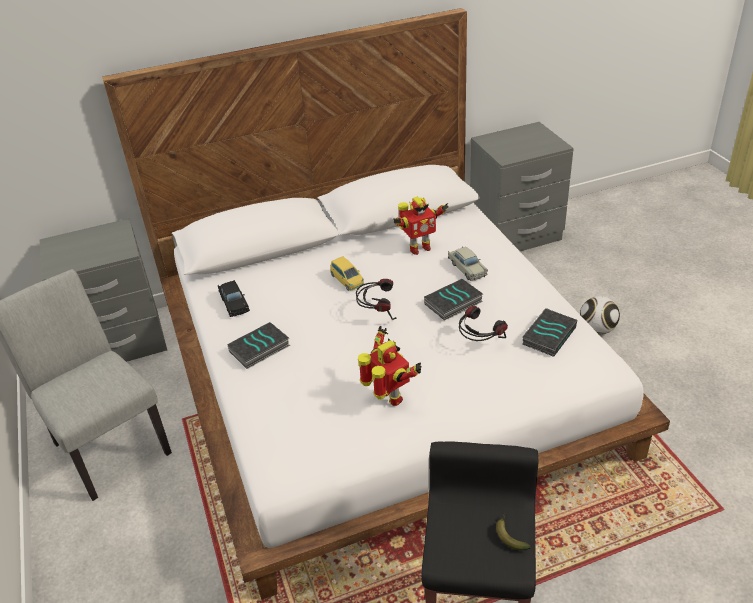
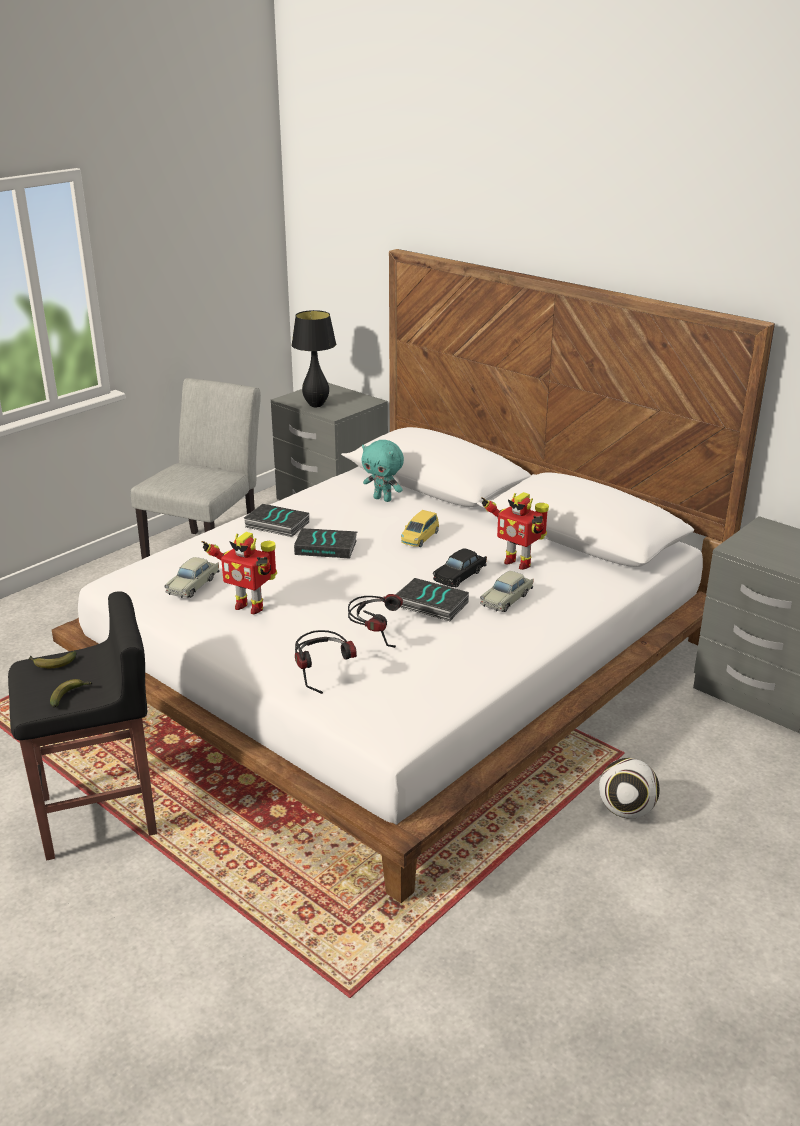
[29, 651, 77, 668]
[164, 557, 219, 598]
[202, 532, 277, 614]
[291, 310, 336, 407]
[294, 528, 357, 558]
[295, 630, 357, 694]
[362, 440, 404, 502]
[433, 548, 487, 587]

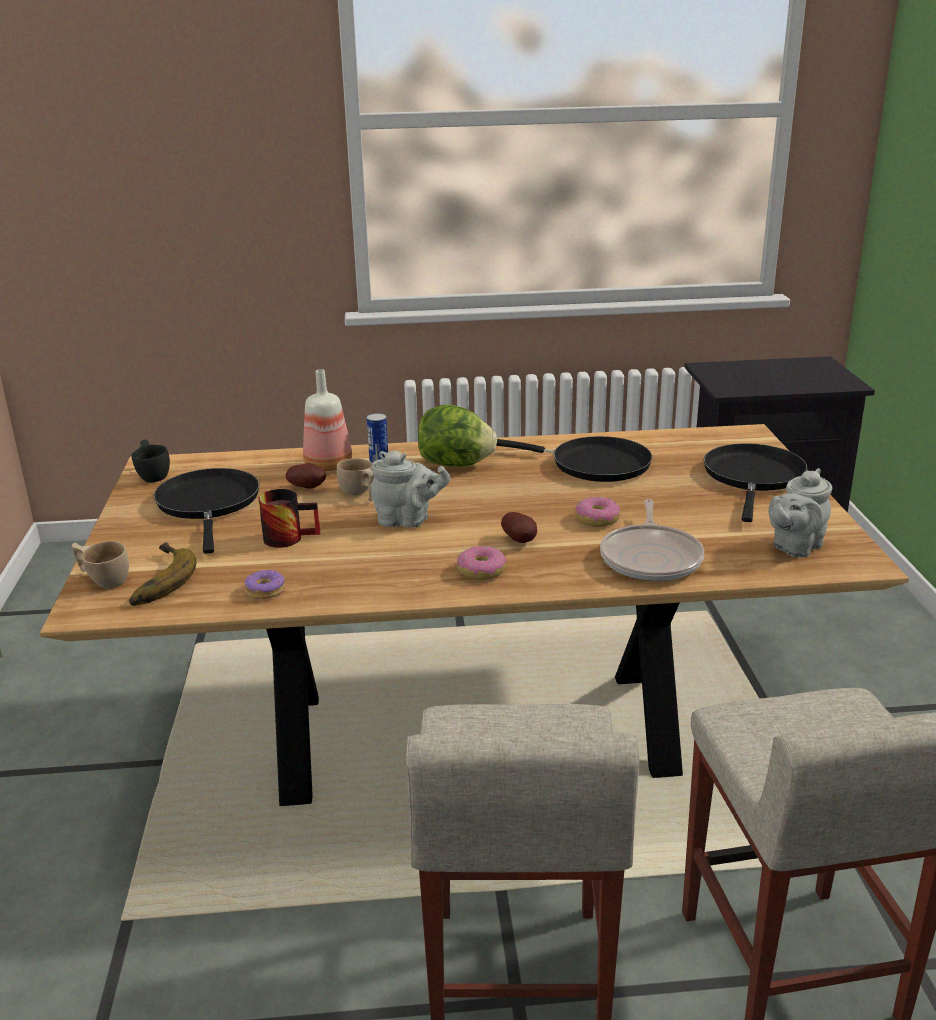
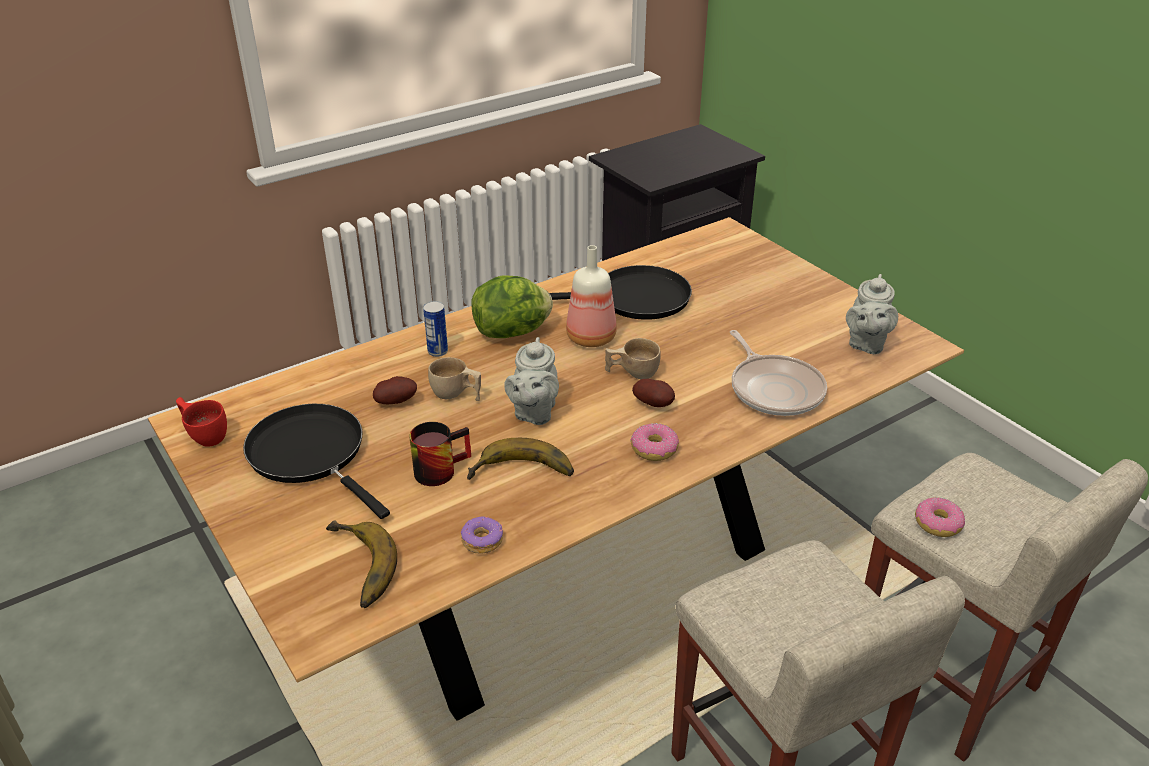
[176, 397, 227, 447]
[467, 438, 574, 480]
[504, 337, 559, 425]
[566, 245, 617, 347]
[605, 338, 661, 379]
[915, 497, 965, 537]
[704, 443, 807, 522] (first image)

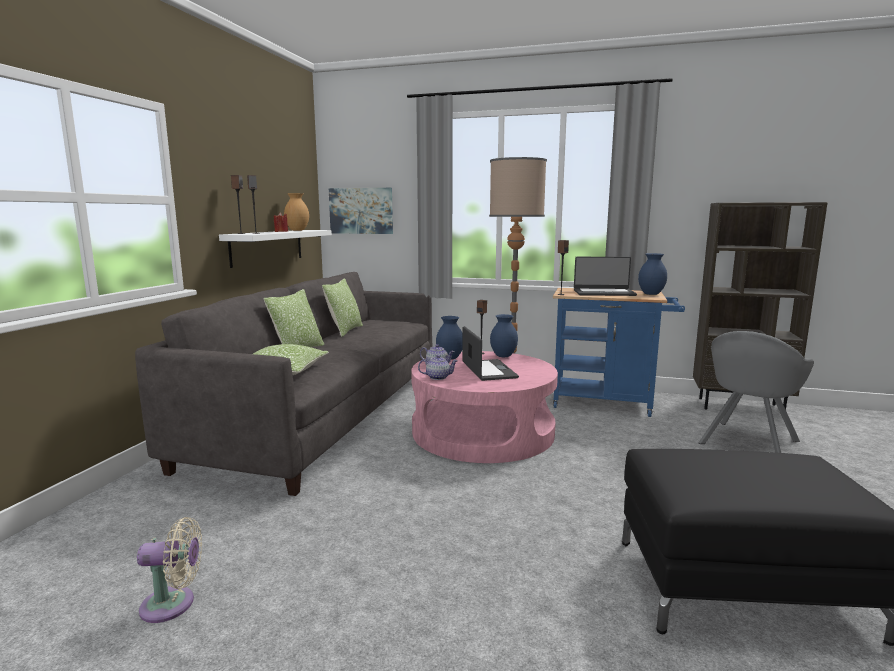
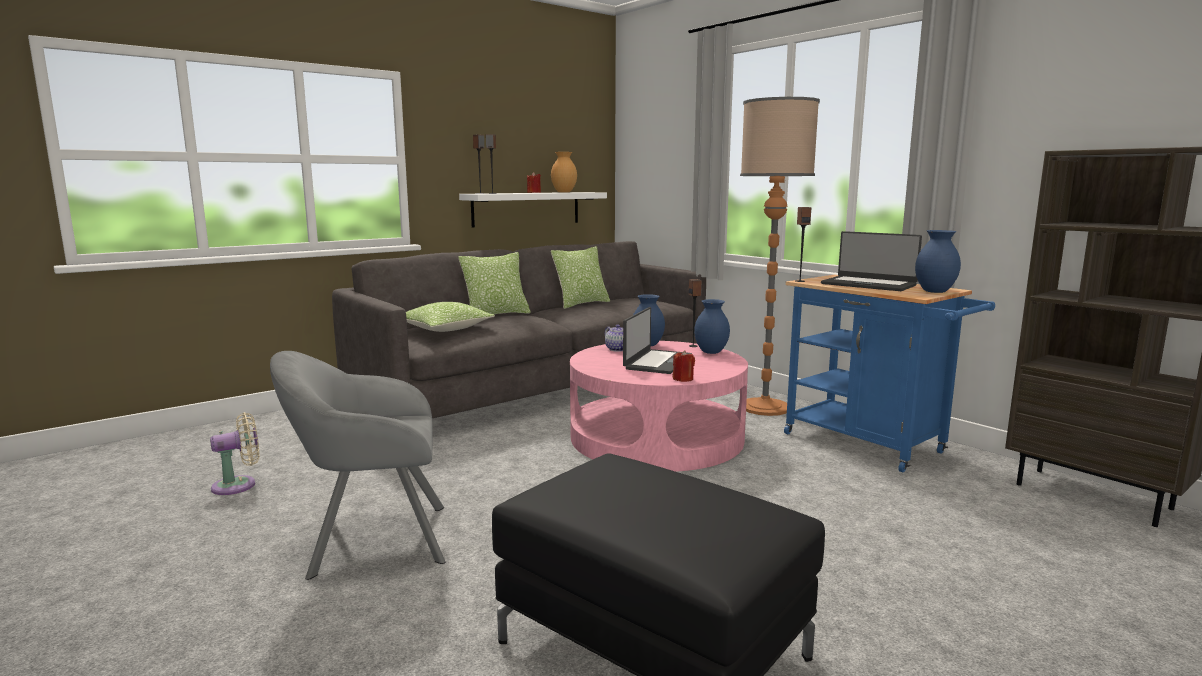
[210, 412, 260, 495]
[270, 351, 445, 580]
[673, 350, 695, 382]
[329, 188, 393, 234] (first image)
[418, 355, 458, 380] (first image)

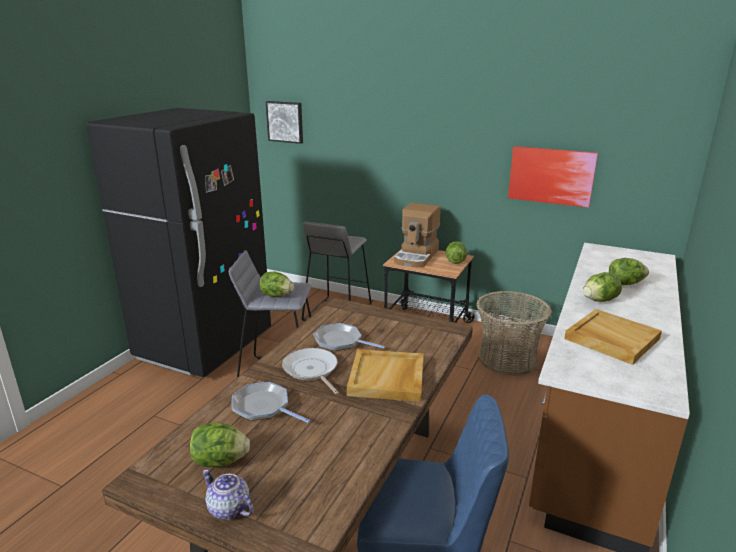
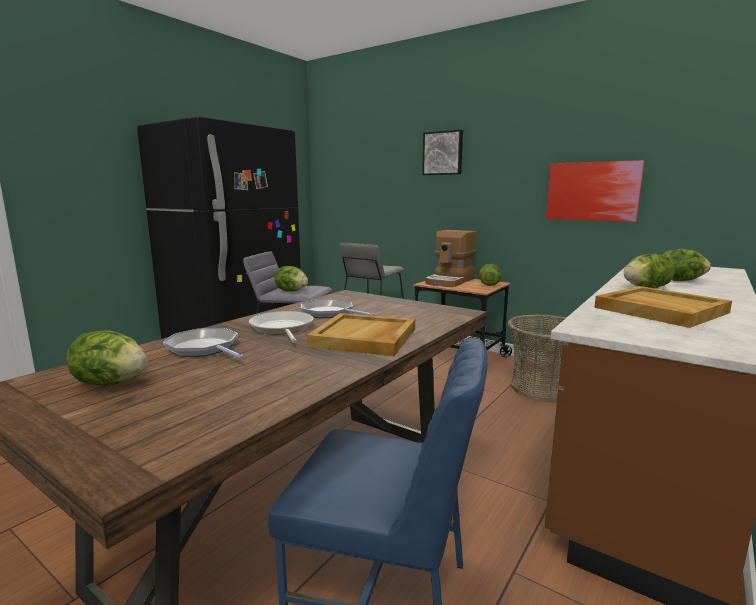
[422, 130, 463, 175]
[202, 470, 254, 520] (first image)

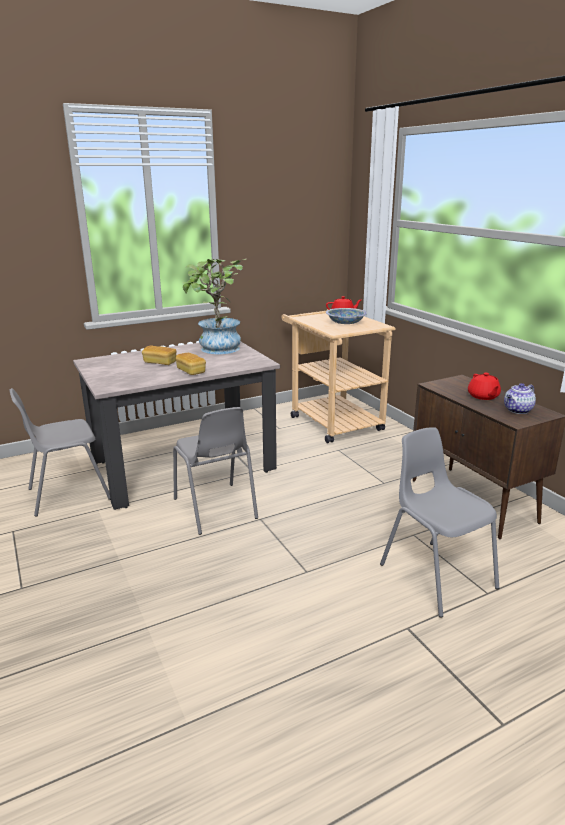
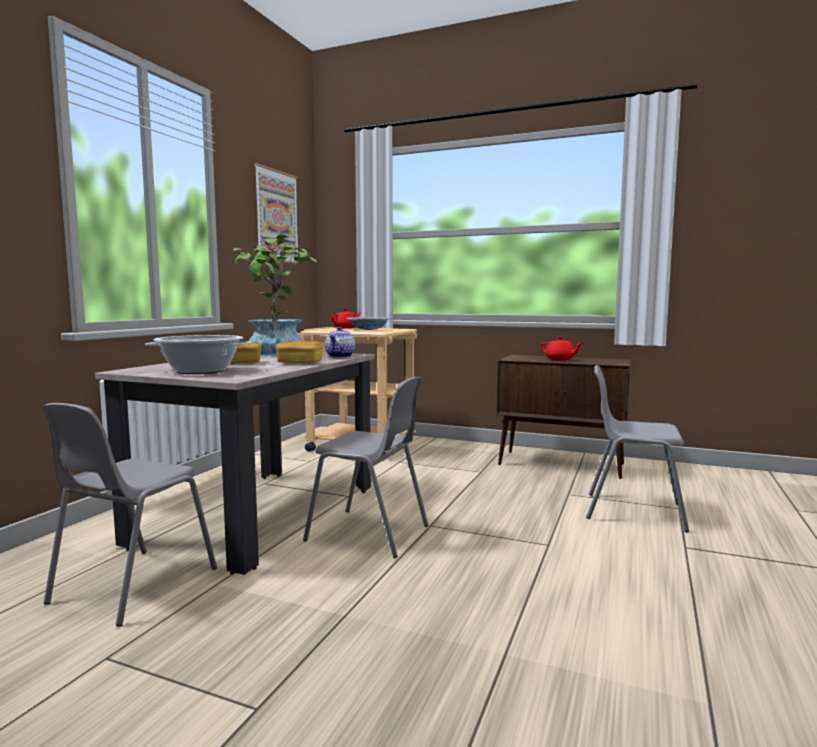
[145, 335, 252, 374]
[254, 163, 299, 264]
[325, 327, 355, 358]

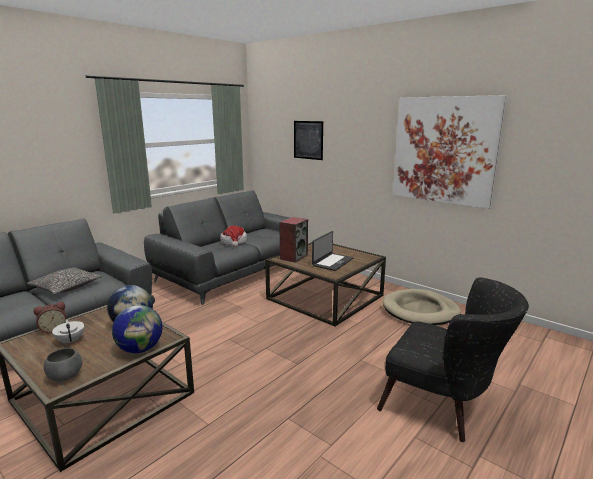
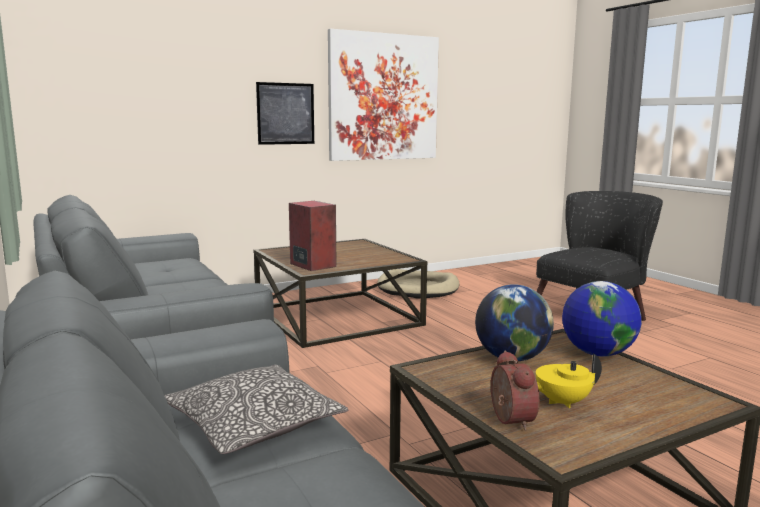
[256, 82, 314, 145]
[536, 353, 602, 408]
[44, 348, 82, 382] (first image)
[220, 226, 247, 248] (first image)
[312, 231, 354, 271] (first image)

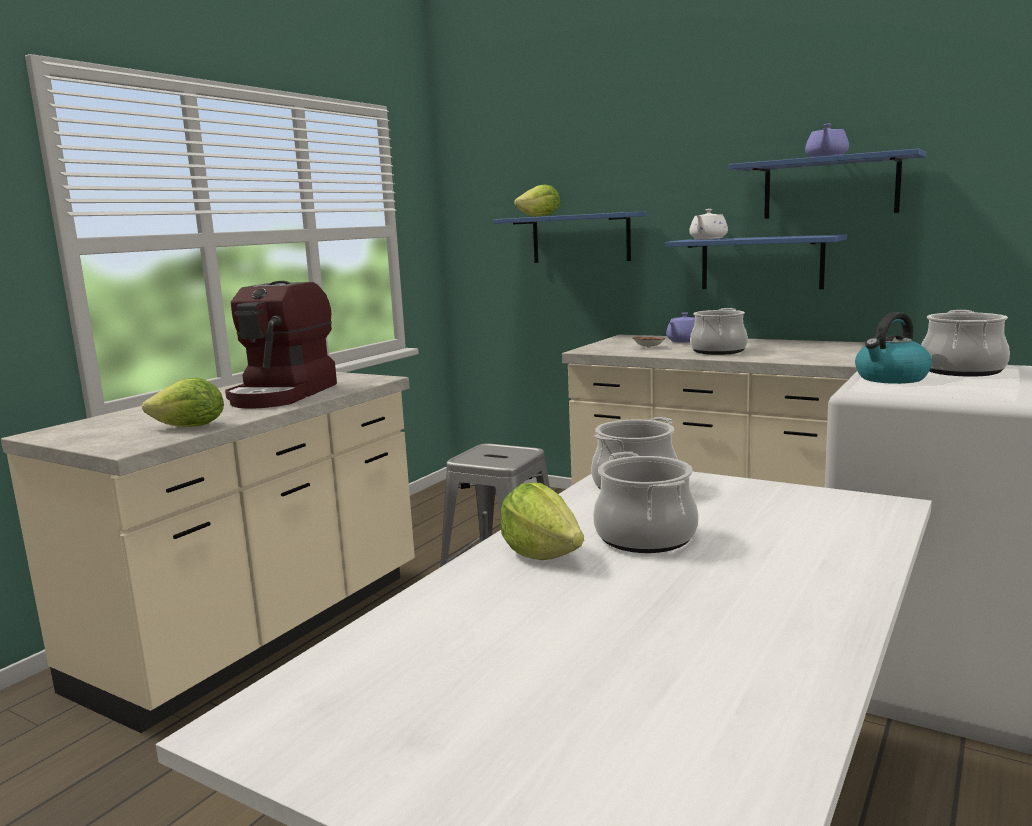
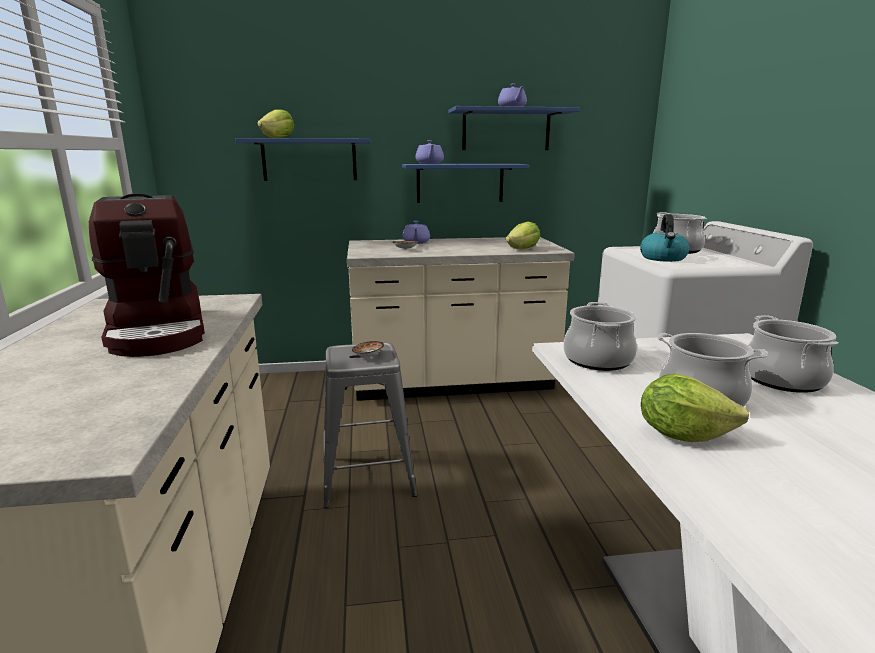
[352, 341, 384, 357]
[415, 140, 444, 164]
[506, 222, 540, 249]
[748, 315, 839, 393]

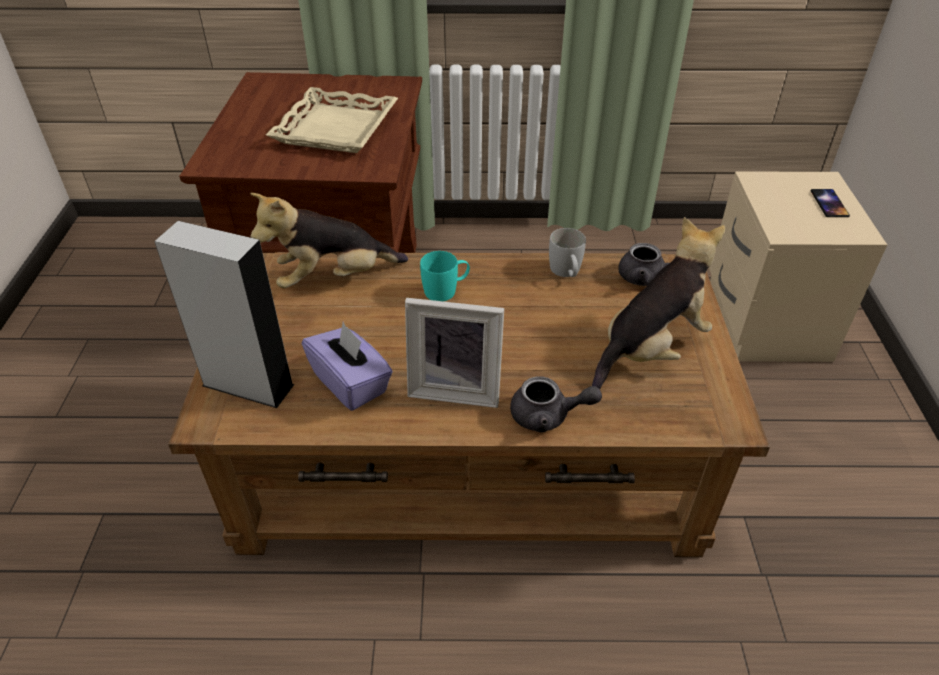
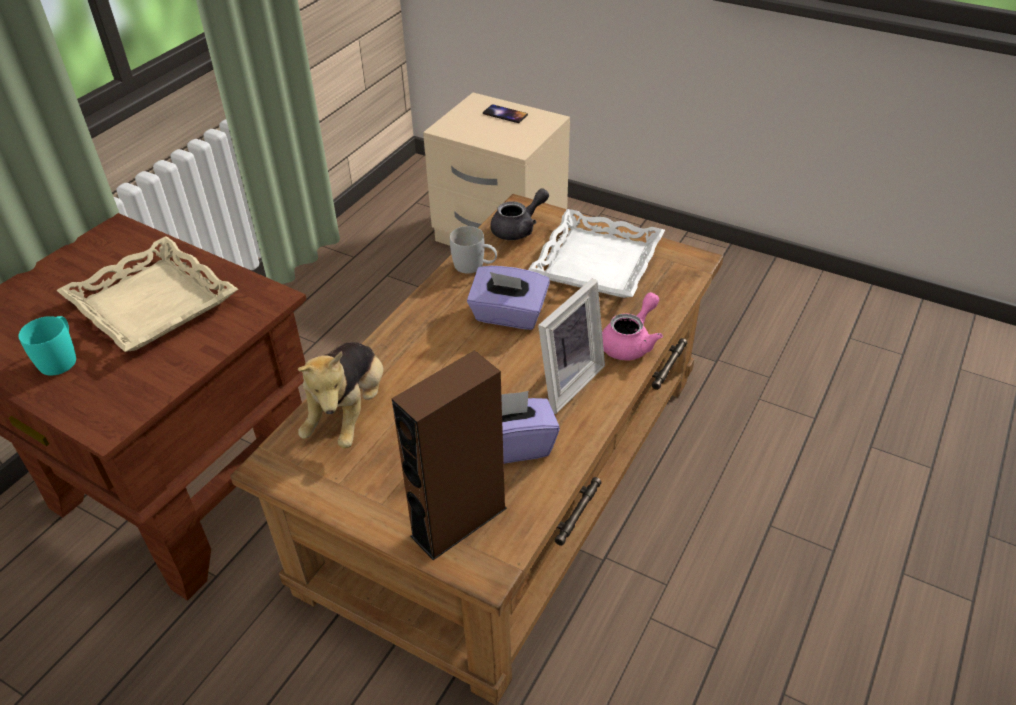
[19, 316, 76, 376]
[392, 350, 507, 560]
[467, 266, 550, 330]
[528, 209, 665, 298]
[602, 292, 663, 361]

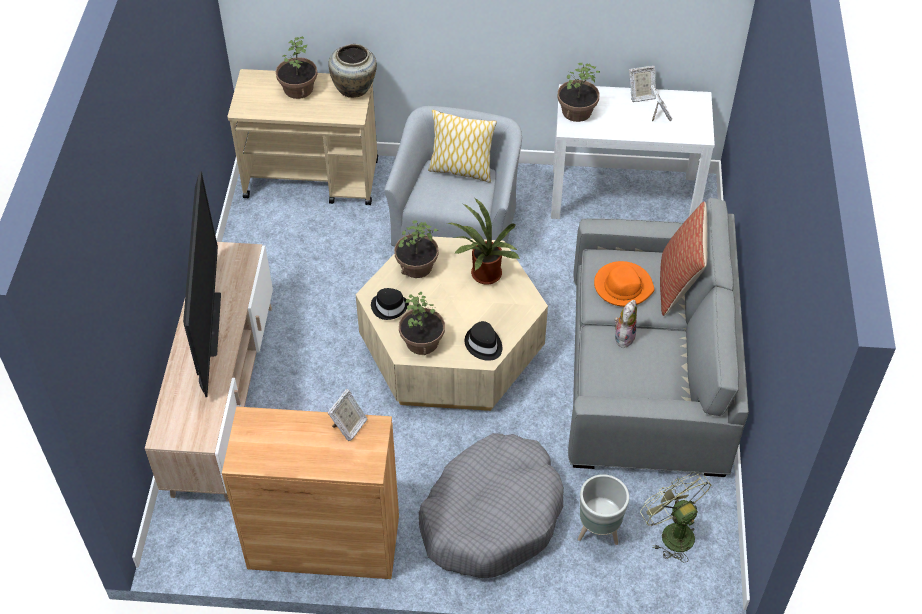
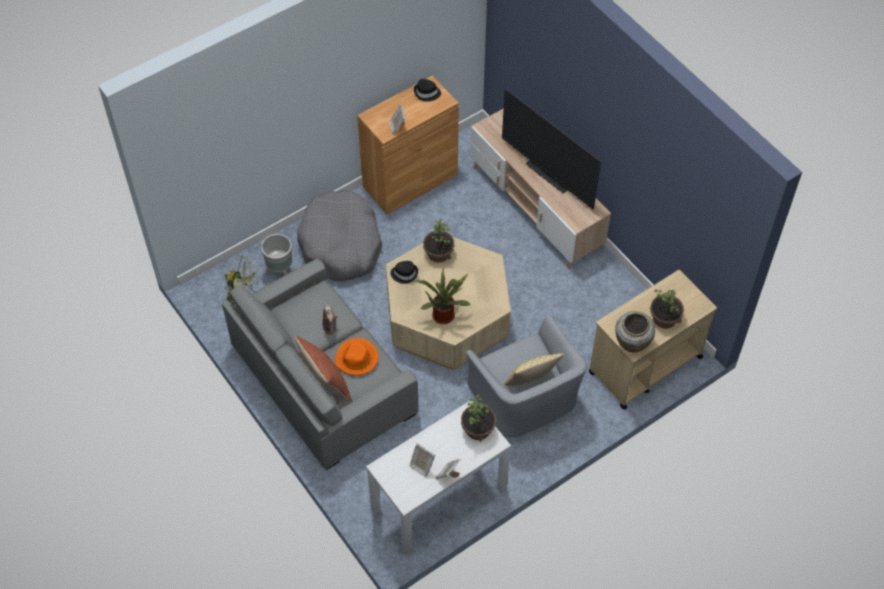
[414, 79, 441, 101]
[394, 220, 439, 278] (first image)

